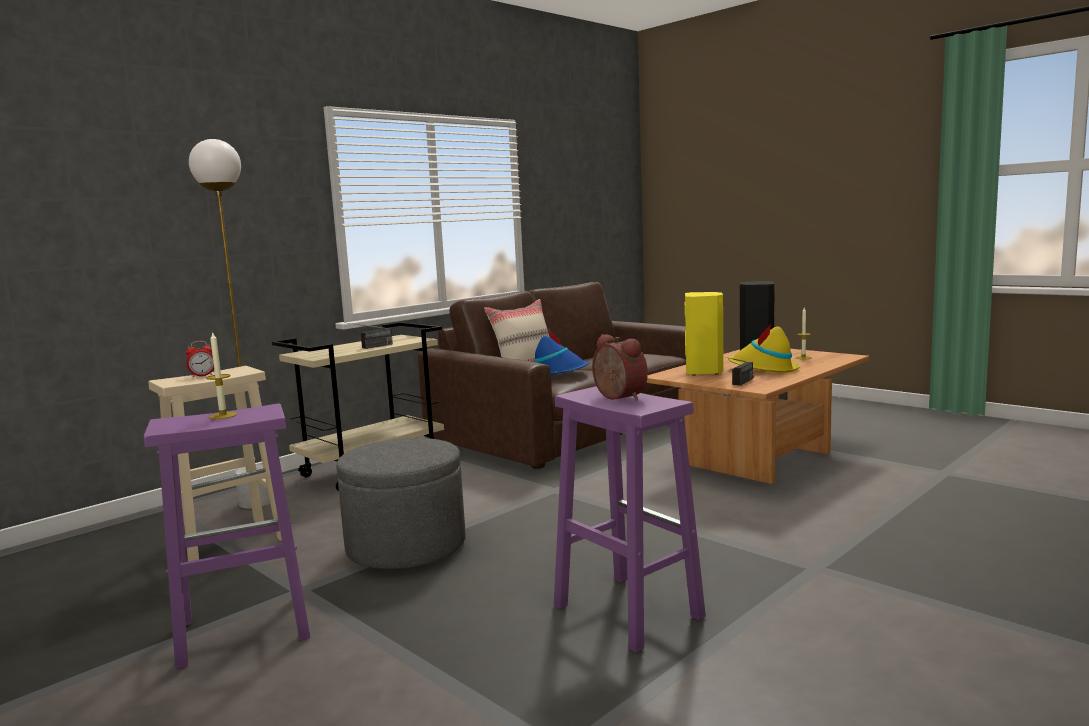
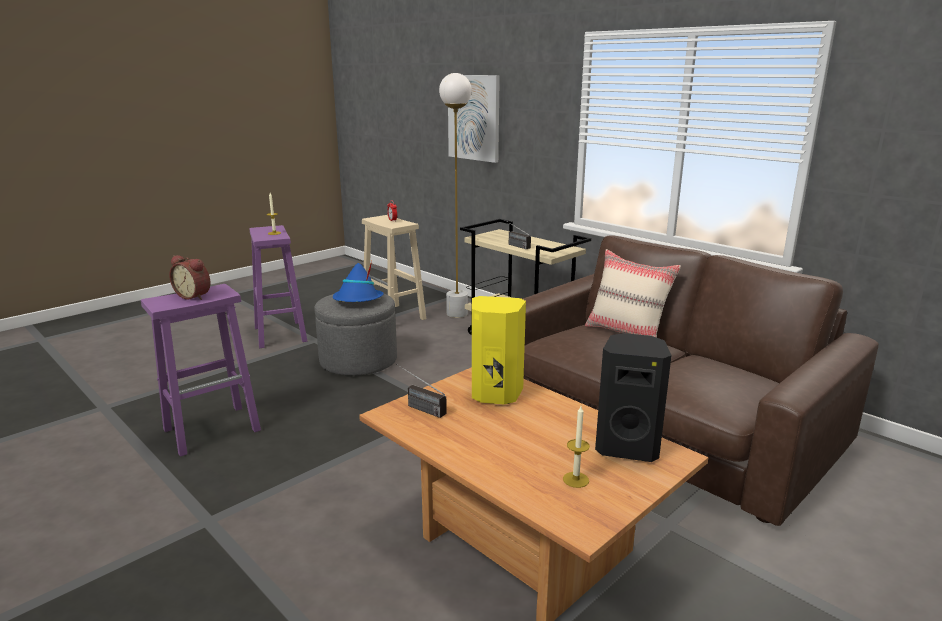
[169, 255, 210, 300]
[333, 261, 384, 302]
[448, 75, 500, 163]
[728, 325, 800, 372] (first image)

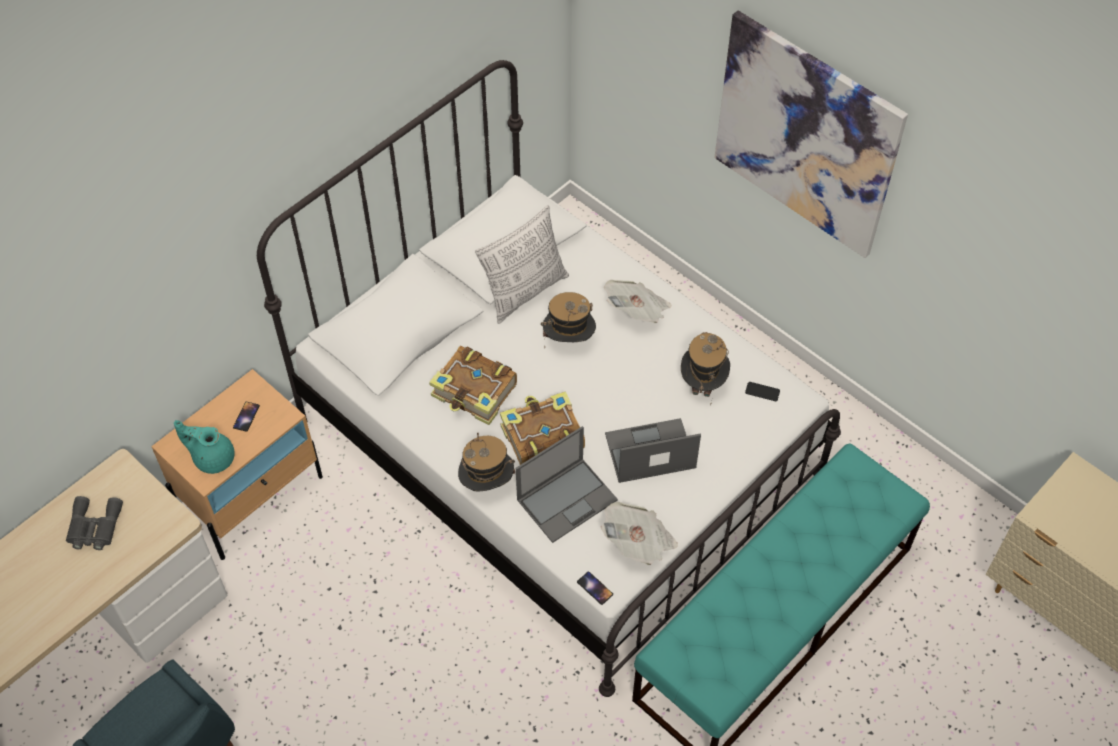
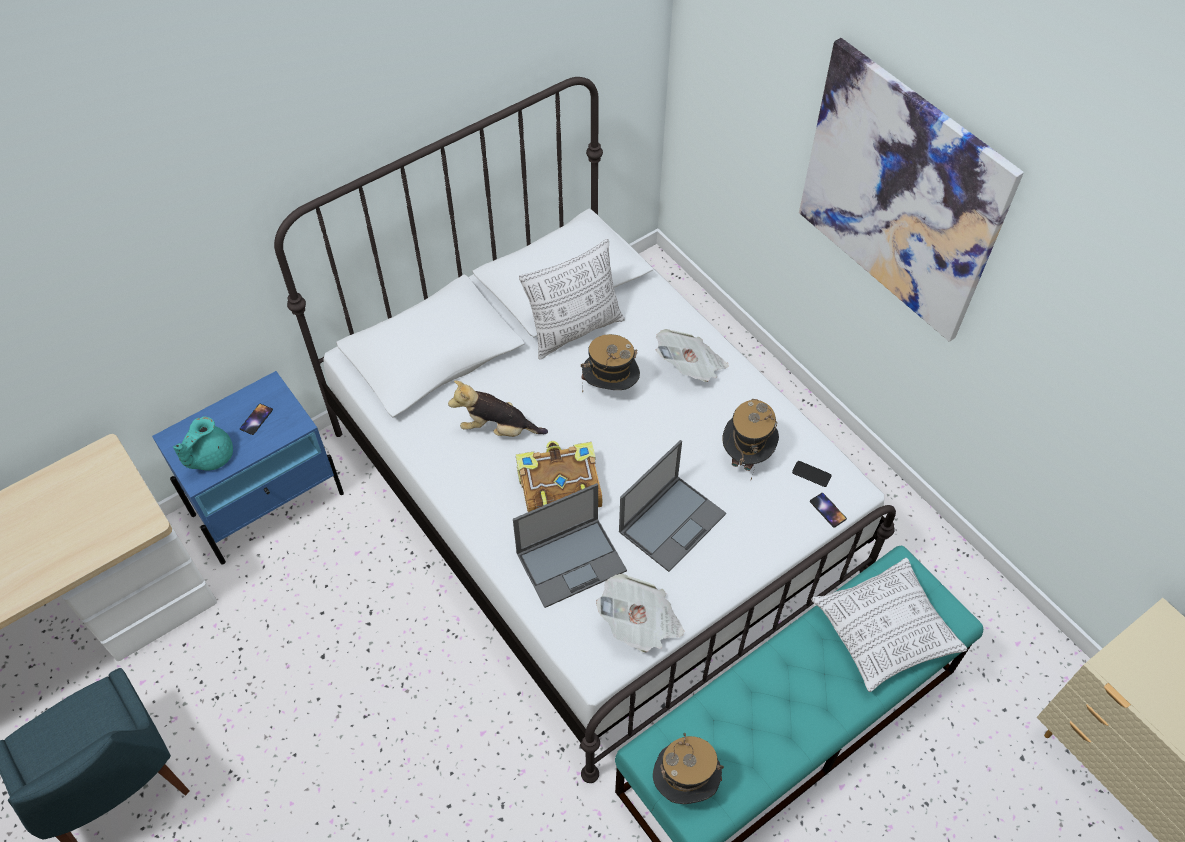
[152, 371, 344, 565]
[173, 416, 233, 470]
[448, 381, 548, 437]
[619, 440, 726, 572]
[653, 733, 724, 804]
[810, 493, 847, 528]
[811, 558, 968, 692]
[66, 496, 123, 550] (first image)

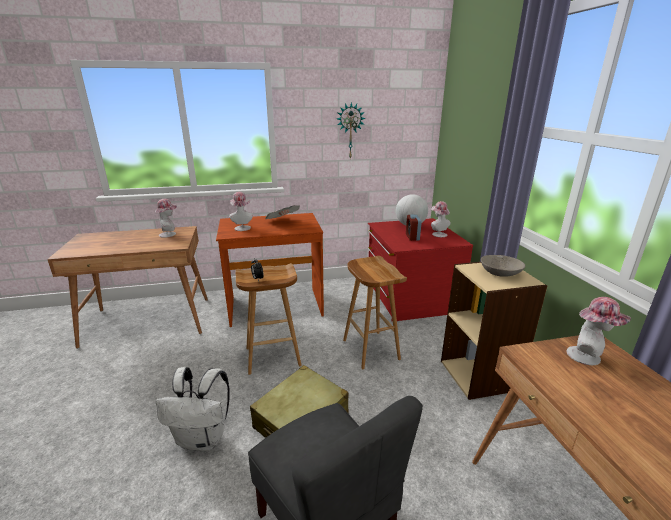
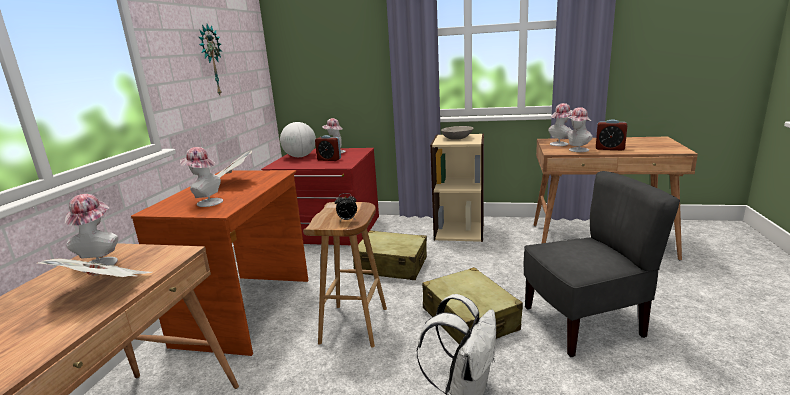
[38, 259, 153, 277]
[353, 230, 427, 280]
[567, 107, 592, 152]
[596, 119, 627, 150]

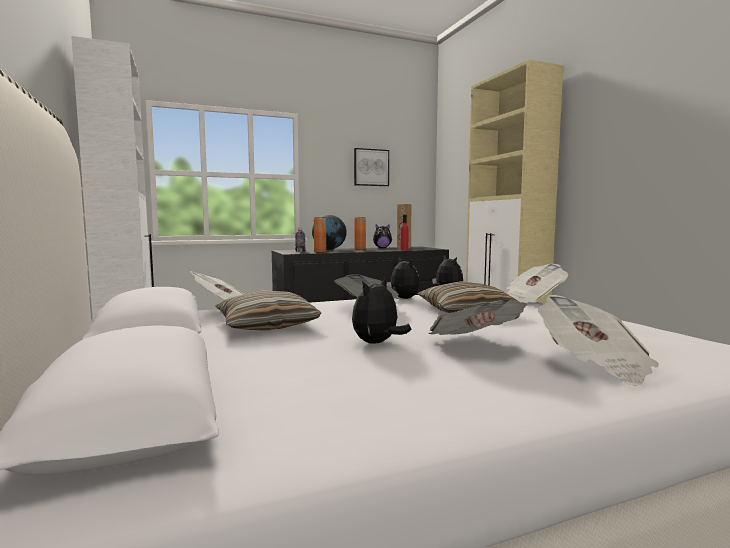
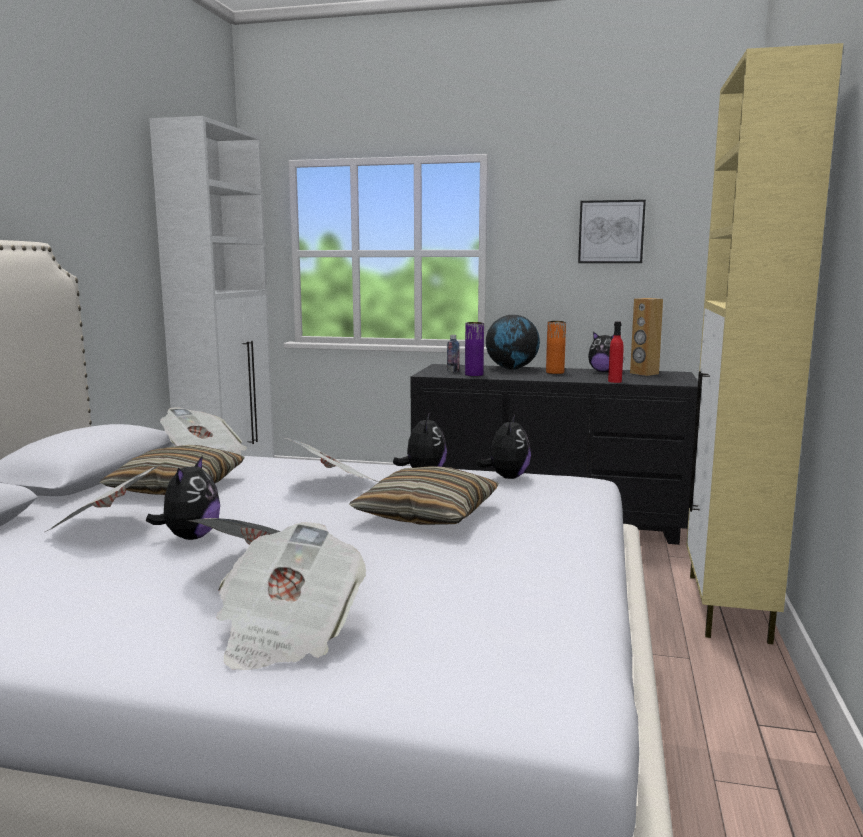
[45, 467, 156, 532]
[146, 455, 220, 540]
[465, 322, 484, 376]

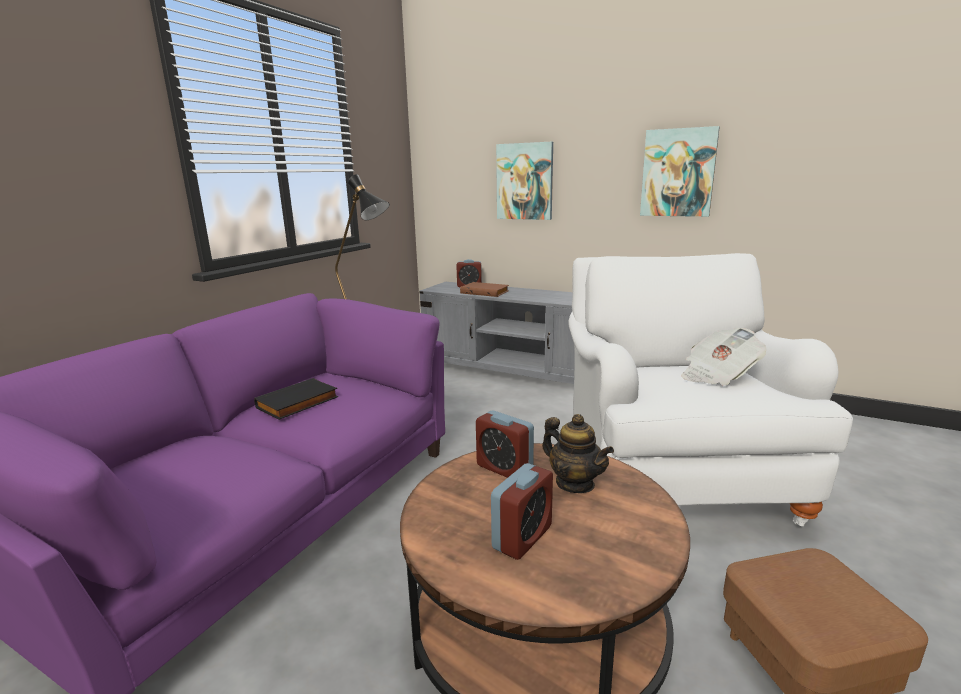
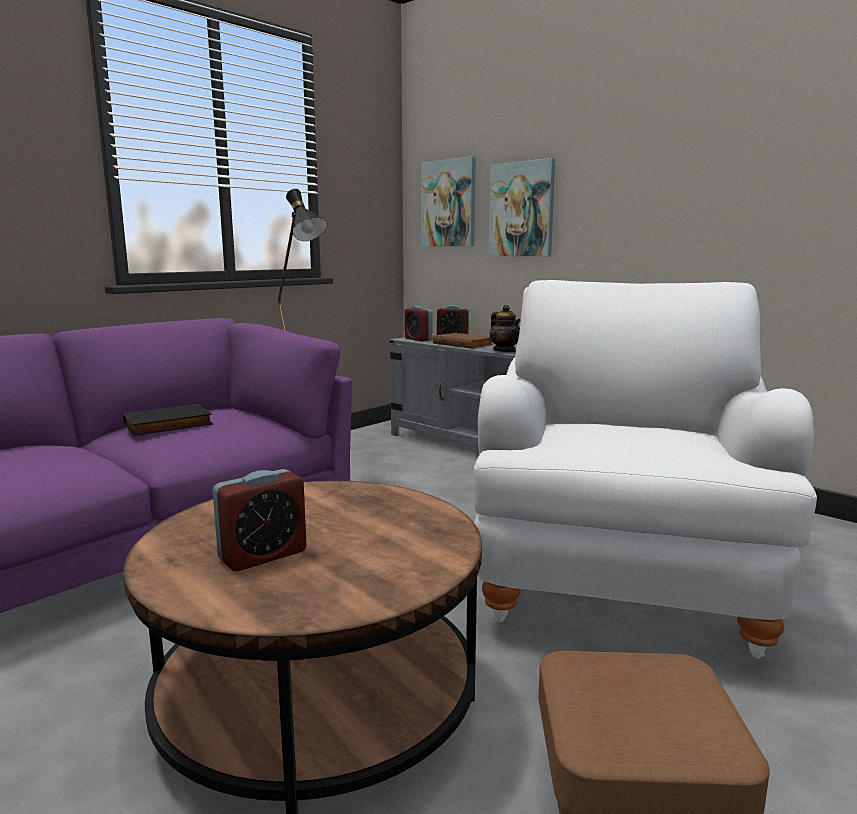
[404, 306, 433, 341]
[421, 157, 476, 246]
[489, 305, 521, 352]
[681, 328, 766, 385] (first image)

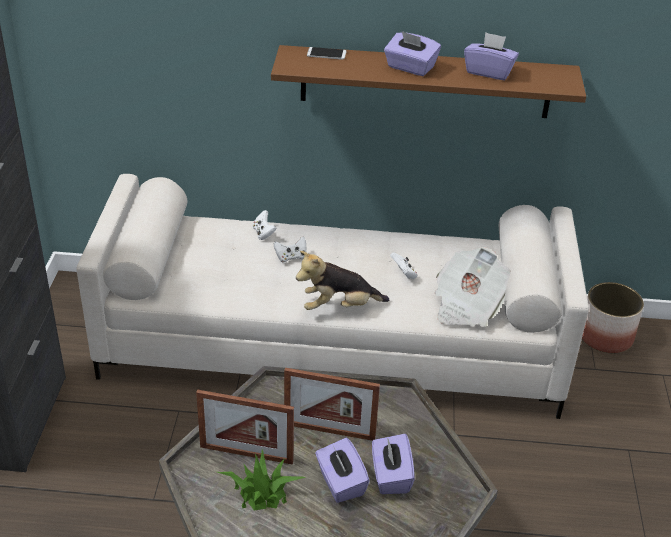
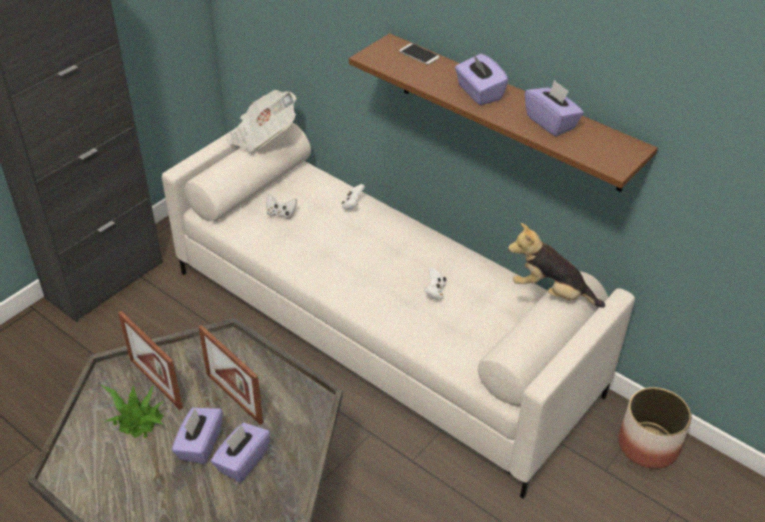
[227, 90, 297, 153]
[266, 194, 297, 219]
[508, 223, 605, 308]

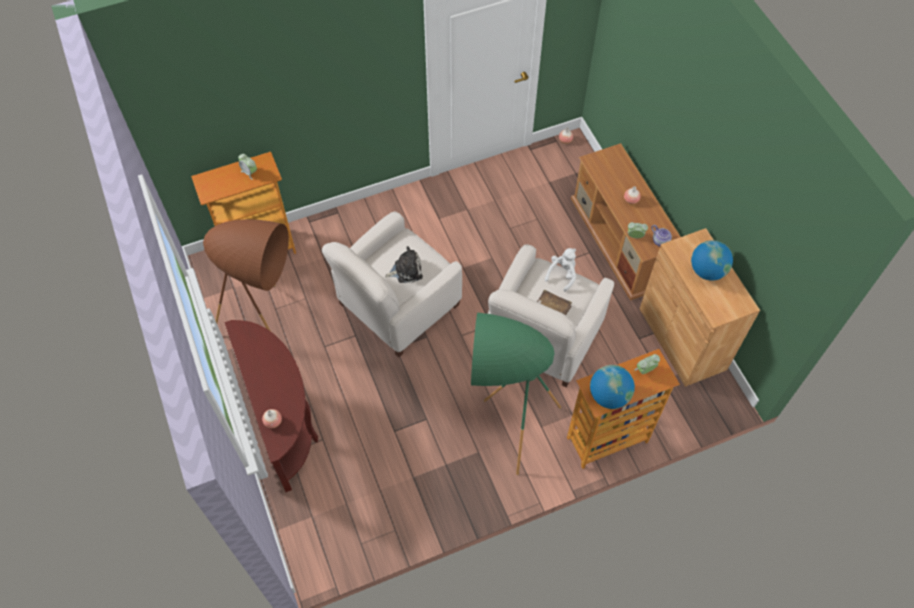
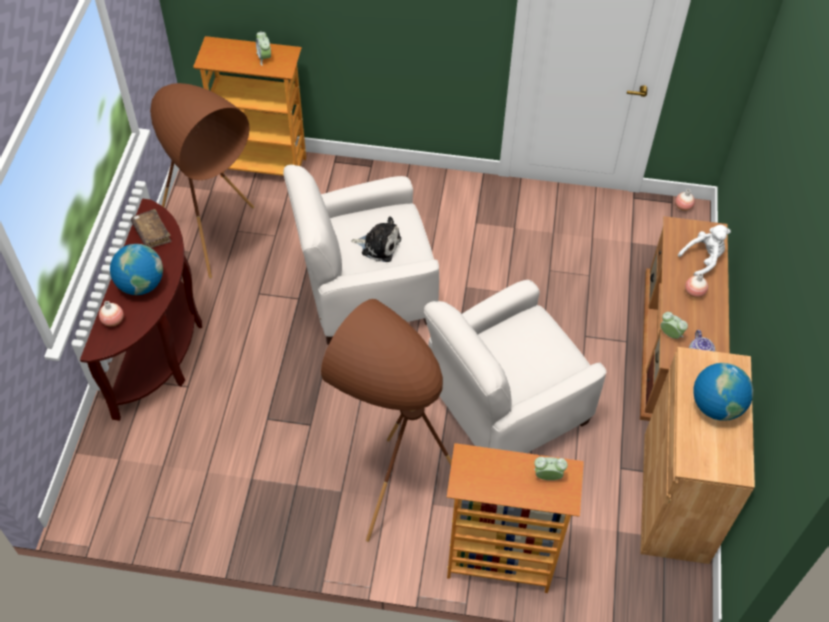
[110, 244, 163, 295]
[131, 209, 172, 248]
[321, 299, 452, 542]
[678, 225, 731, 276]

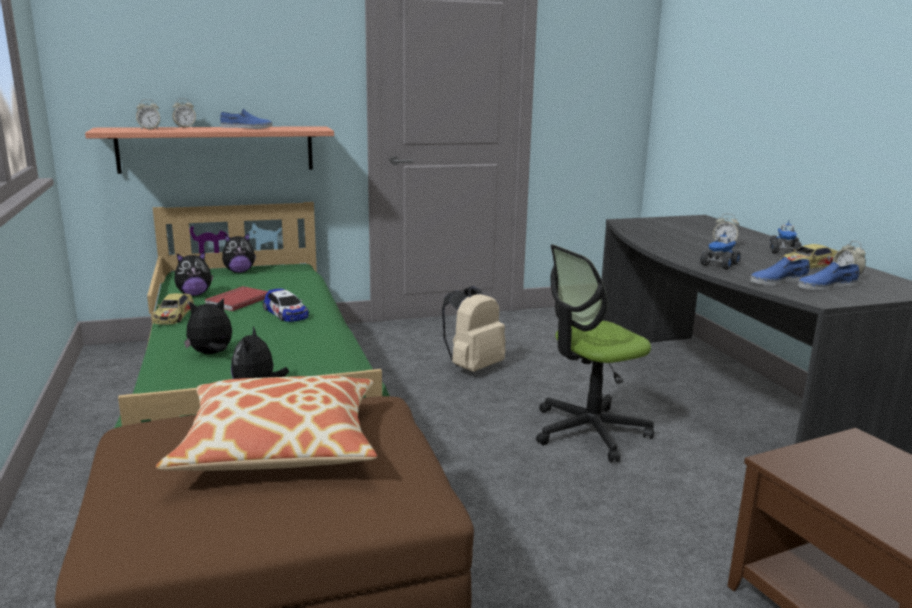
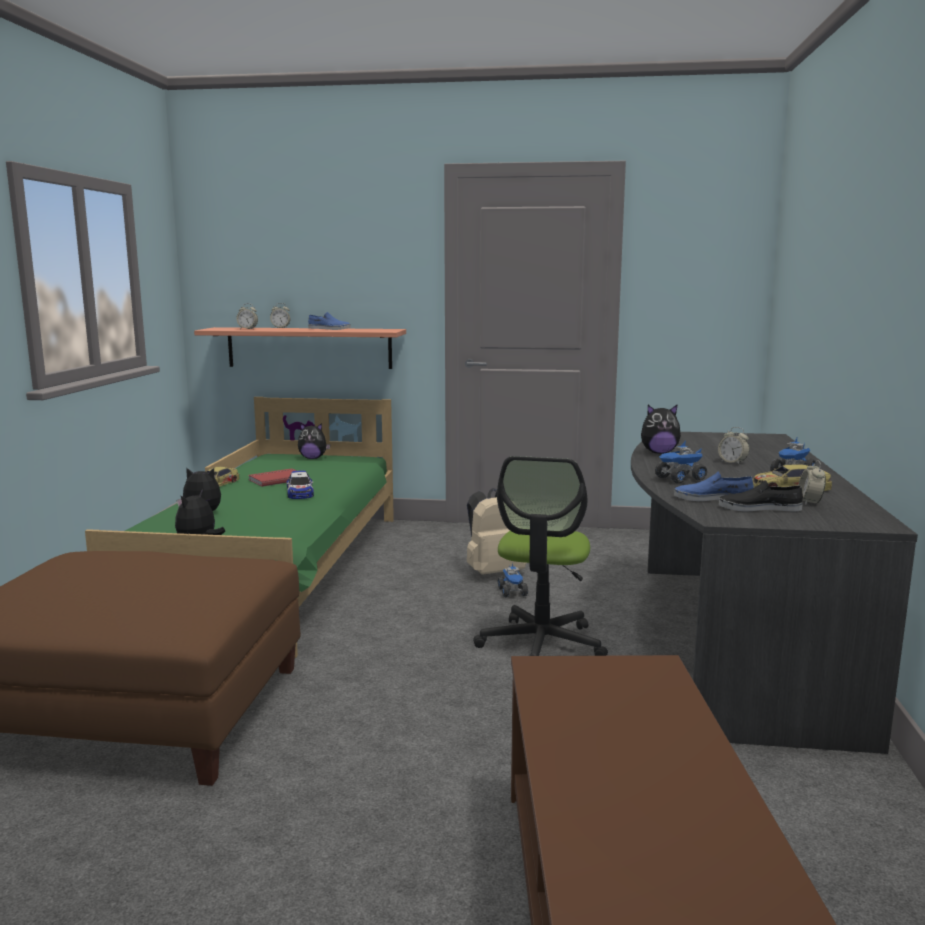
[473, 456, 608, 656]
[498, 563, 528, 597]
[641, 404, 681, 454]
[719, 480, 803, 512]
[156, 376, 377, 471] (first image)

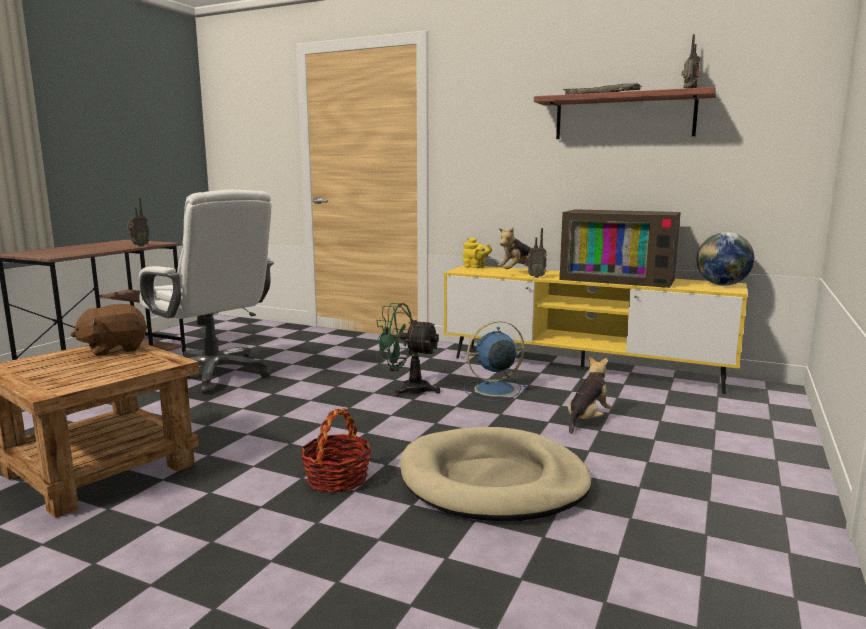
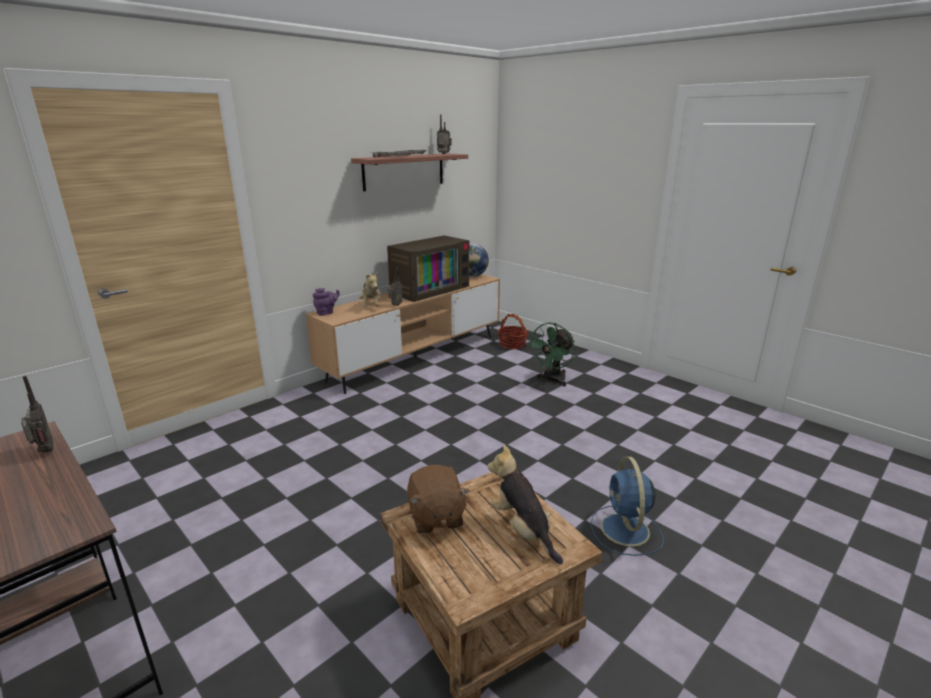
[306, 274, 500, 394]
[313, 288, 340, 316]
[488, 445, 563, 564]
[498, 314, 529, 349]
[527, 322, 574, 386]
[591, 457, 664, 556]
[139, 189, 274, 393] (first image)
[400, 427, 592, 521] (first image)

